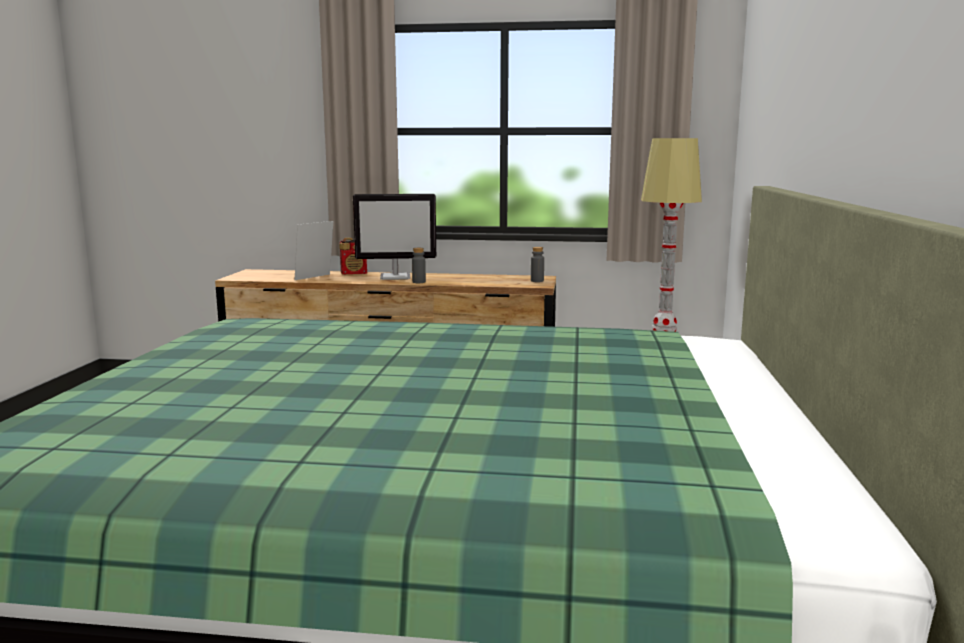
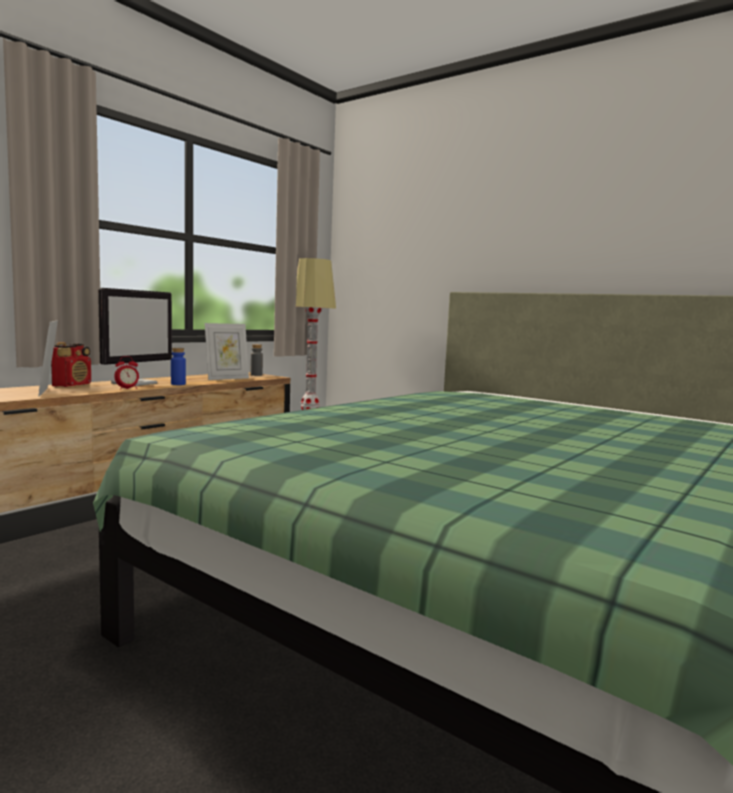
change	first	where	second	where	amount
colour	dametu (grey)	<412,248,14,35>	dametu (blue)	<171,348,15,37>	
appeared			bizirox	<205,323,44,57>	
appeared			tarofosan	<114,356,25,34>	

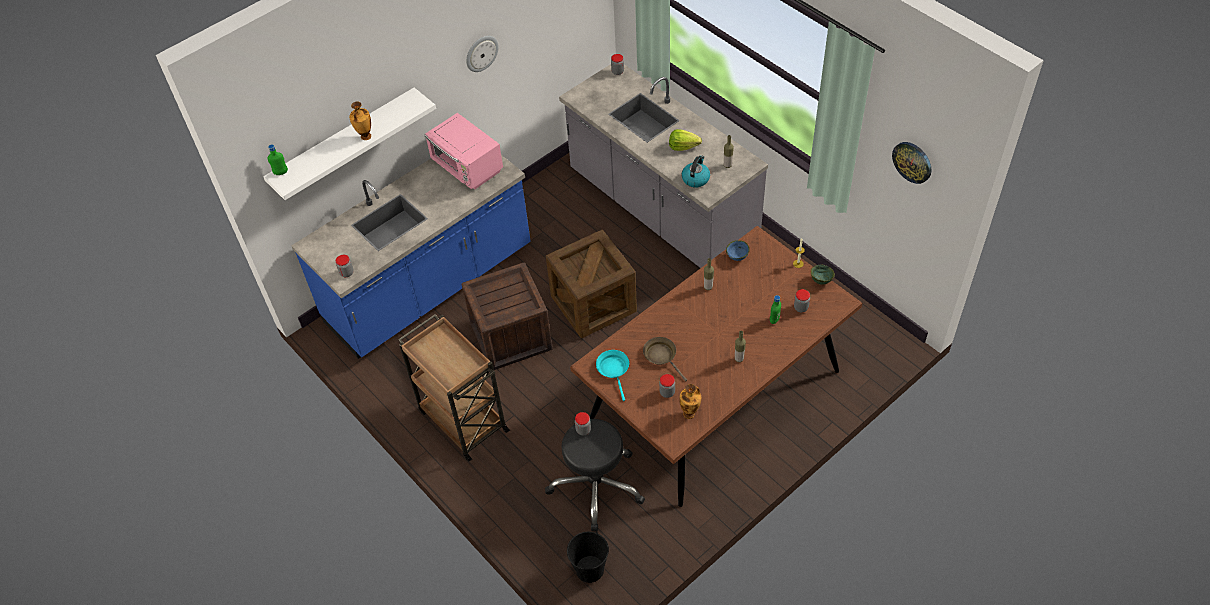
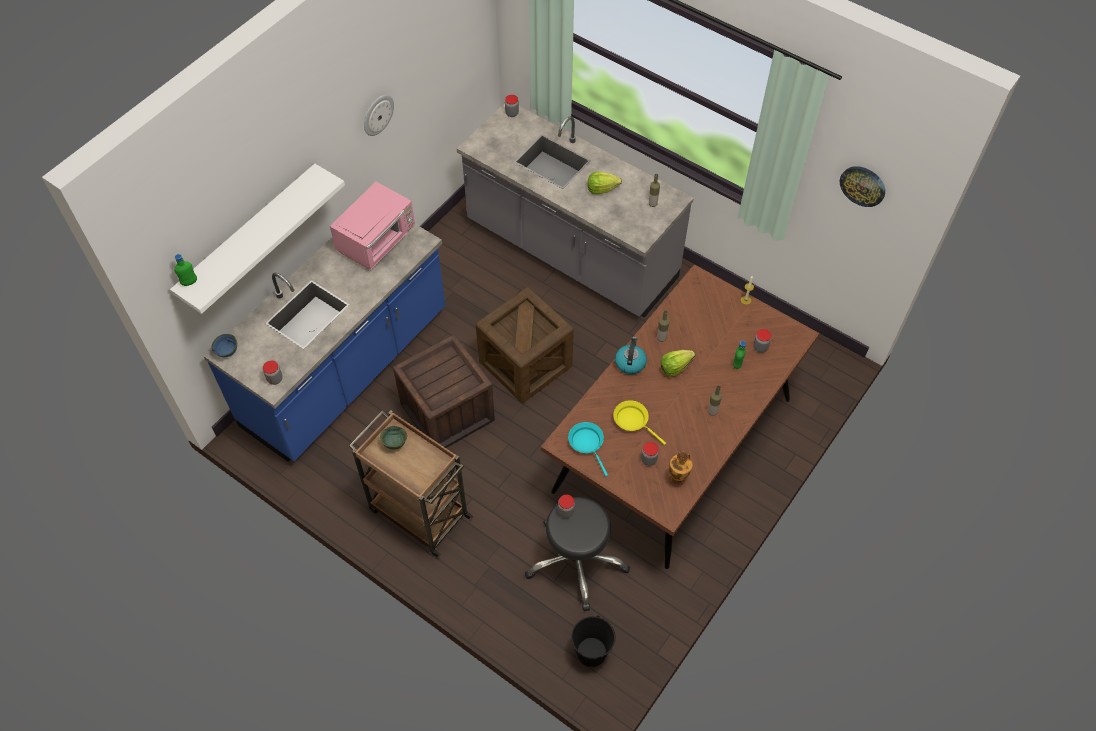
change	first	where	second	where	amount
missing	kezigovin	<349,102,22,38>			
spun	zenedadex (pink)	<424,113,79,76>		<330,182,85,88>	90 degrees counterclockwise
relocated	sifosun	<682,155,28,32>		<615,337,32,37>	
relocated	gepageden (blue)	<726,240,24,21>		<212,334,25,23>	
relocated	gepageden (green)	<811,265,24,20>		<380,426,27,24>	
colour	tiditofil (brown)	<643,337,44,44>	tiditofil (yellow)	<613,400,53,45>	
appeared			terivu	<660,350,35,27>	

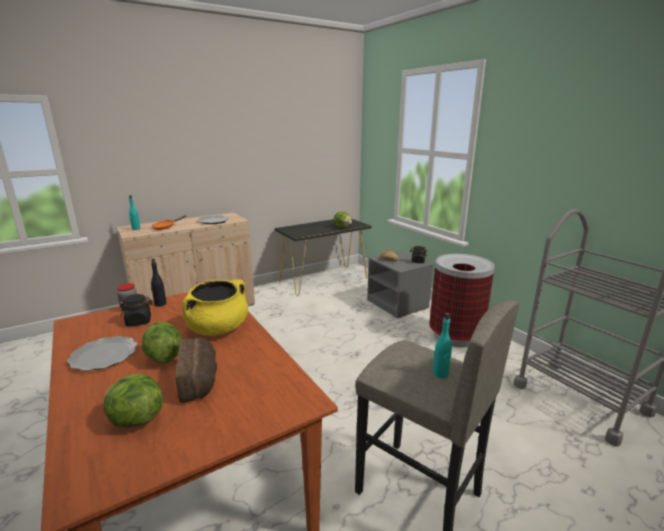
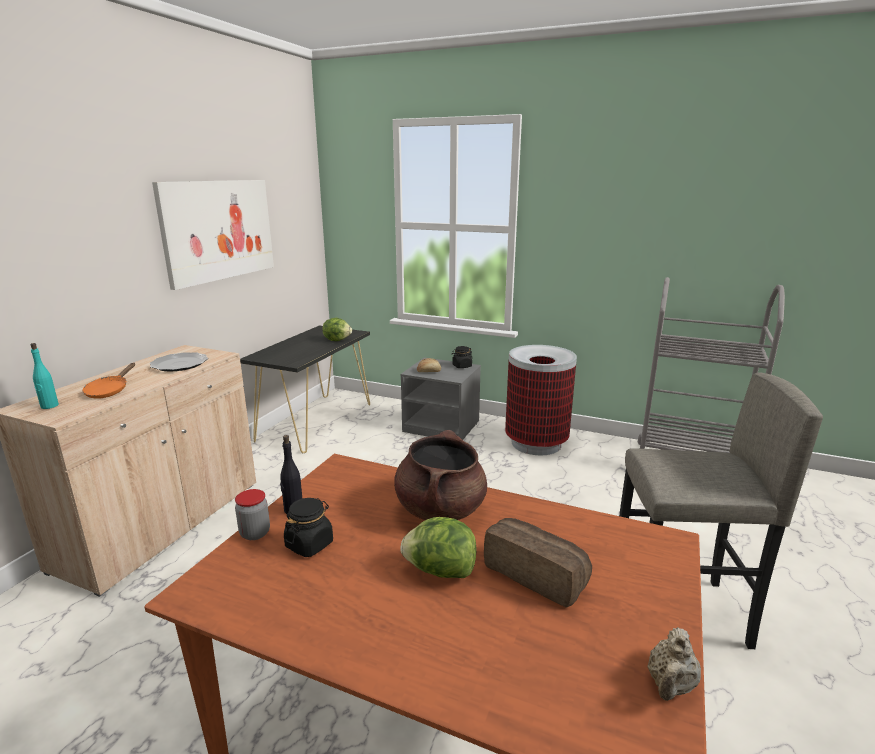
change	first	where	second	where	amount
colour	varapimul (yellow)	<182,279,66,57>	varapimul (brown)	<394,430,93,90>	
missing	dametu (turquoise)	<433,313,19,65>			
missing	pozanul	<67,336,71,35>			
missing	terivu	<104,374,59,54>			
appeared			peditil	<152,180,122,110>	
appeared			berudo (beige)	<647,627,54,74>	

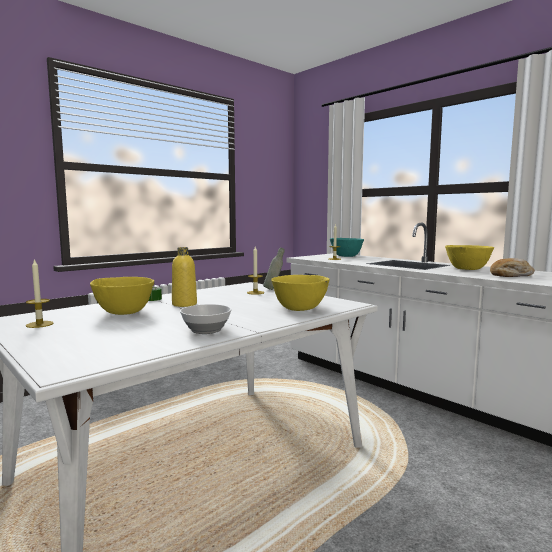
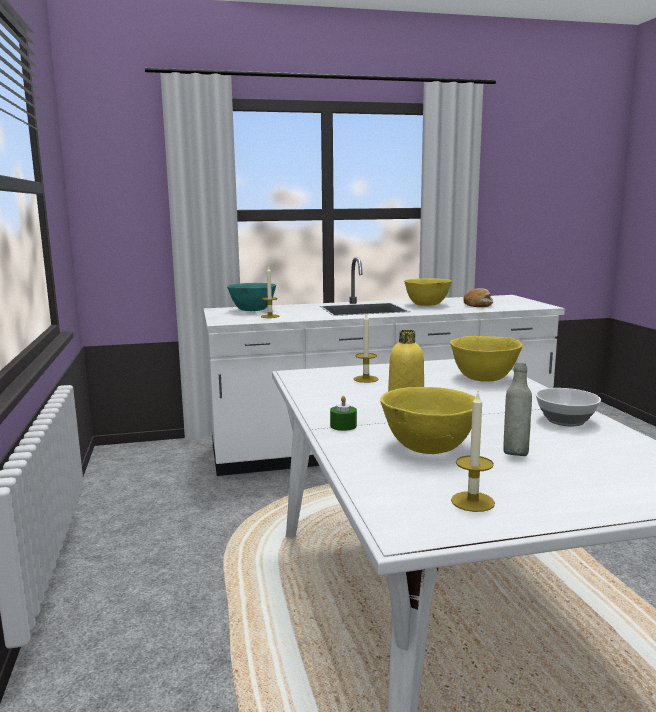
change	first	where	second	where	amount
relocated	dametu (grey)	<263,247,21,43>		<503,363,29,93>	

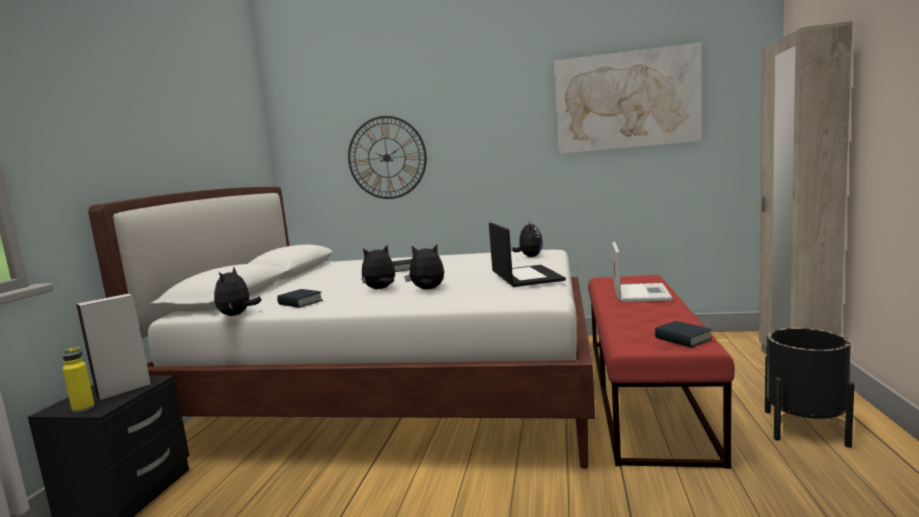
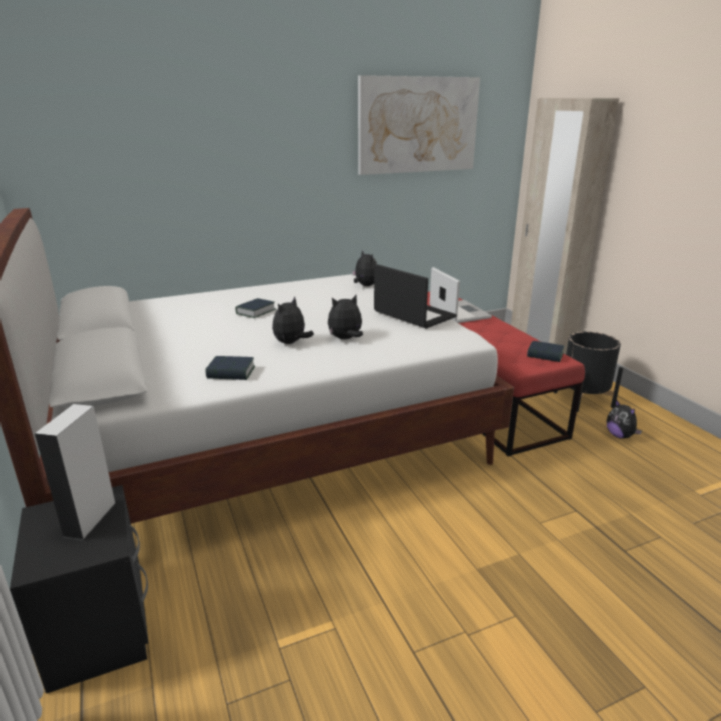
change	first	where	second	where	amount
missing	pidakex	<348,116,79,83>			
relocated	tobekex	<214,267,47,49>		<607,400,35,39>	
missing	dametu (yellow)	<63,346,32,67>			

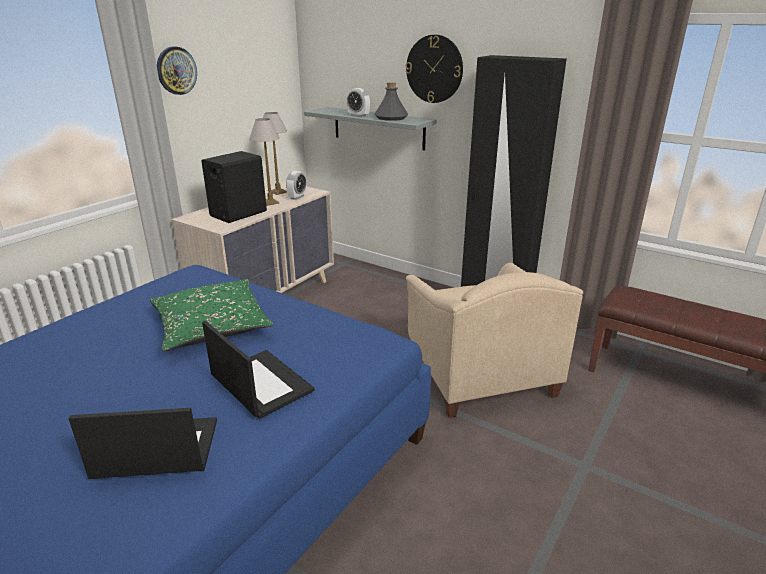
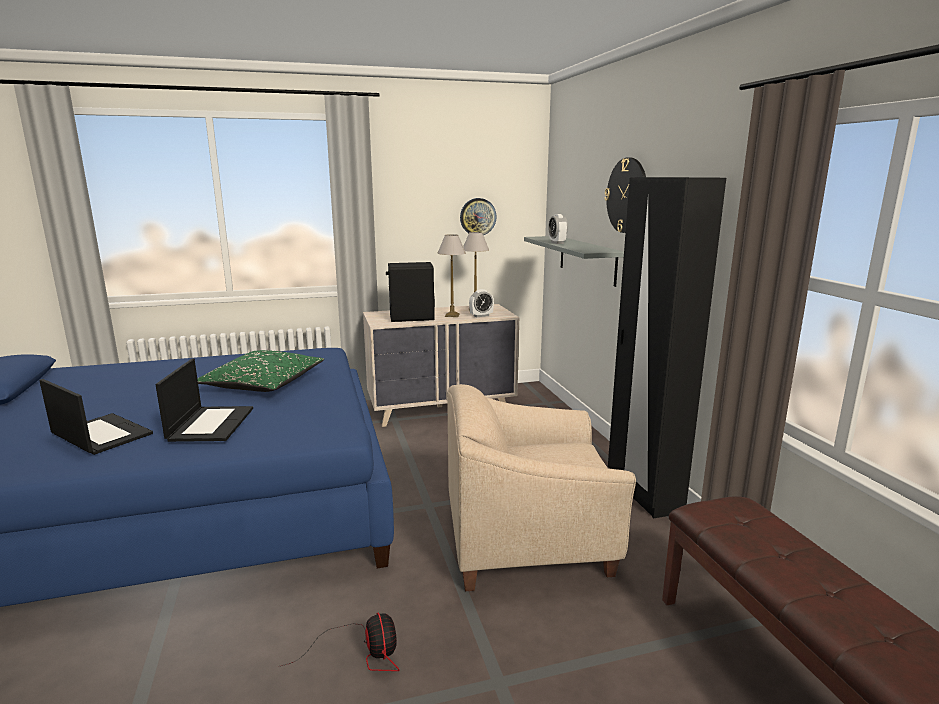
change	first	where	second	where	amount
relocated	pidakex	<157,46,40,49>		<460,198,36,37>	
missing	dametu (grey)	<374,82,35,39>			
spun	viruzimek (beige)	<406,263,177,155>		<447,384,189,207>	60 degrees clockwise
appeared			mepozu	<278,612,121,59>	

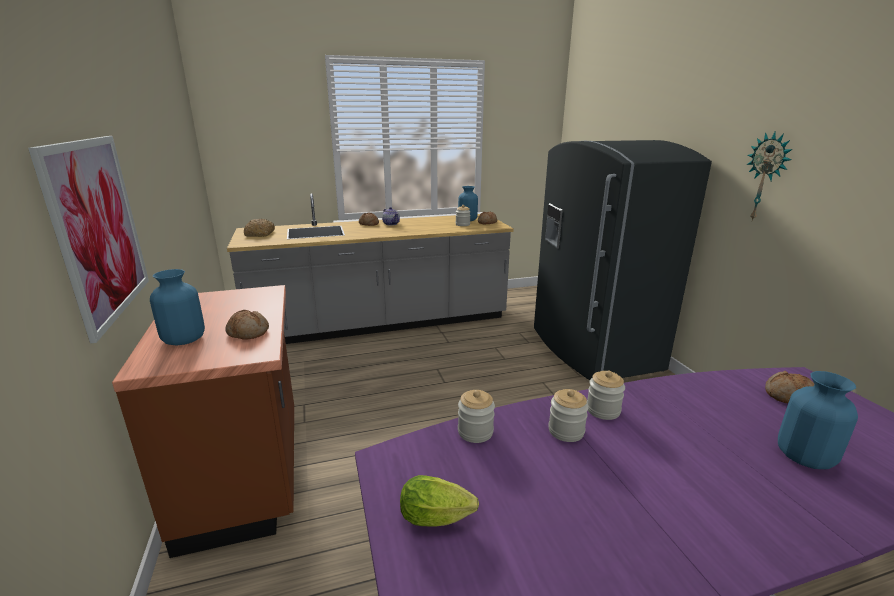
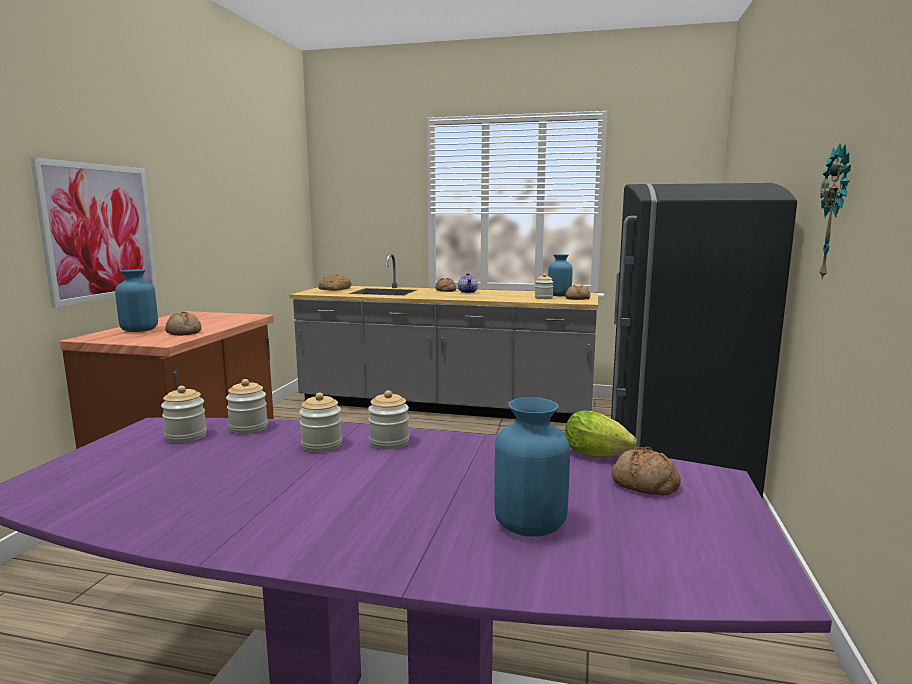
change	first	where	second	where	amount
relocated	terivu	<400,475,79,52>		<564,411,73,46>	
appeared			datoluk	<161,386,46,57>	

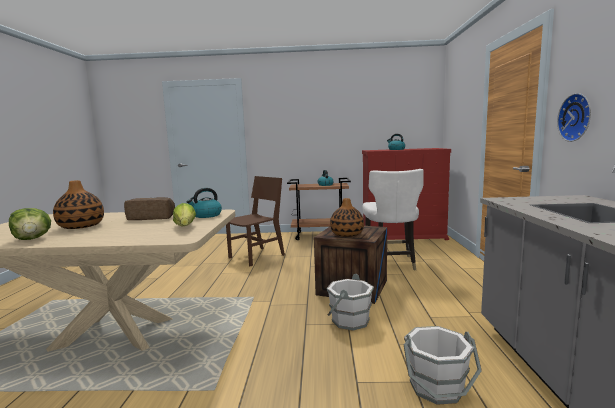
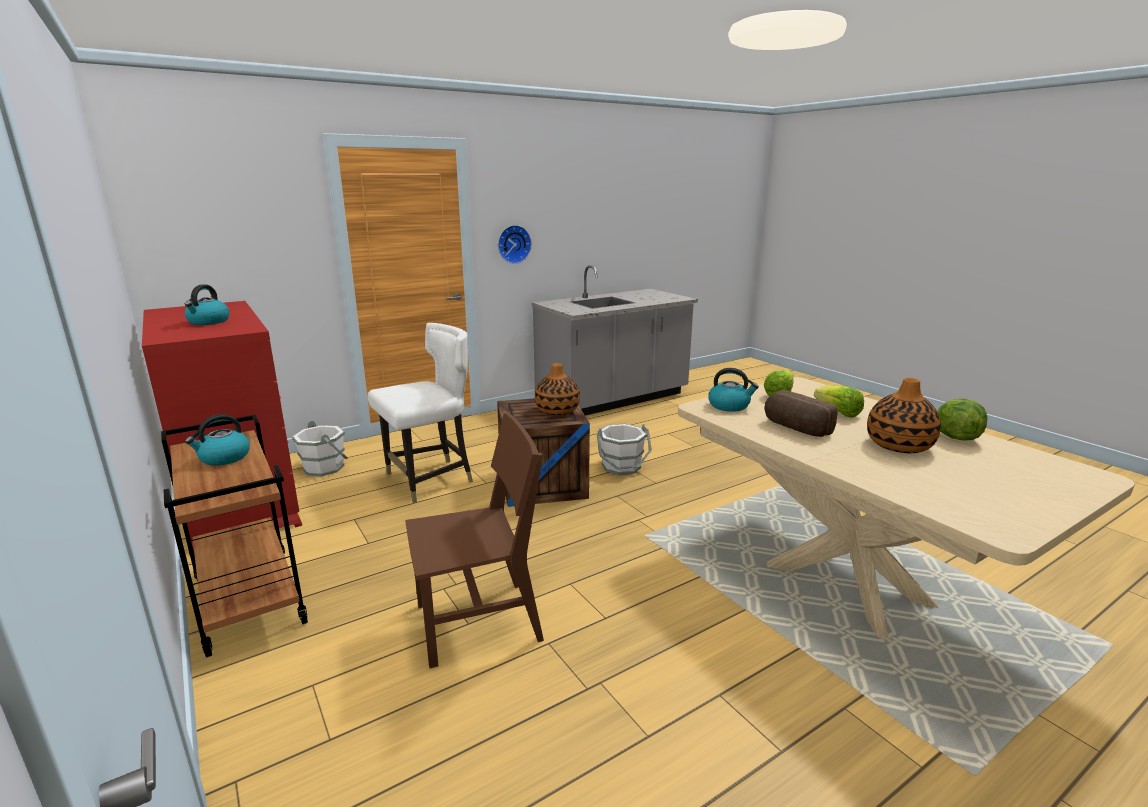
change	first	where	second	where	amount
spun	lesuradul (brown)	<226,176,59,90>		<405,413,139,255>	150 degrees clockwise
relocated	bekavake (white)	<404,326,78,79>		<292,421,56,55>	
appeared			terivu	<814,385,50,33>	

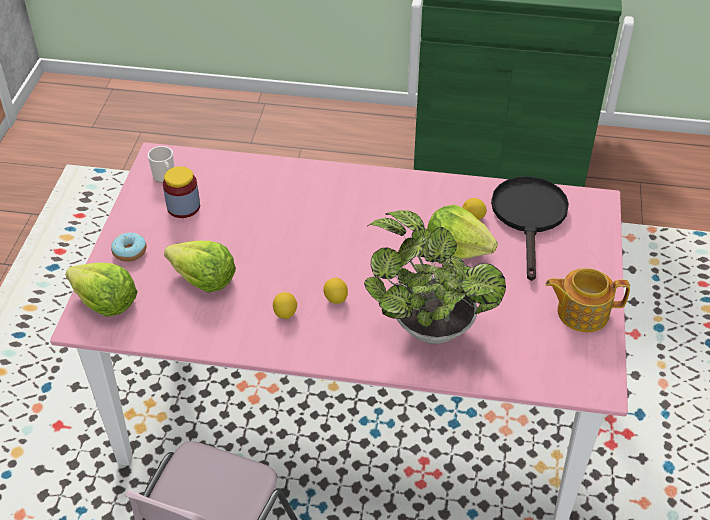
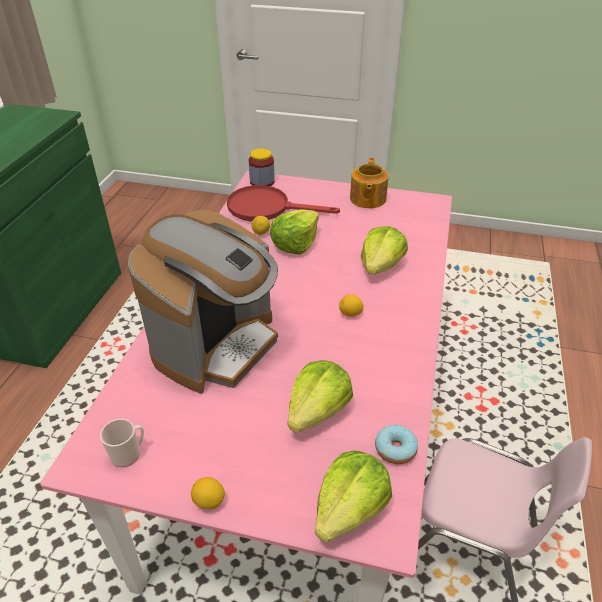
change	first	where	second	where	amount
relocated	datoluk	<163,166,37,52>		<249,148,26,38>	
colour	tiditofil (black)	<491,176,78,105>	tiditofil (red)	<227,185,113,36>	
exchanged	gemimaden	<364,210,142,134>	terivu	<361,226,47,49>	
relocated	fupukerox	<111,233,35,29>		<375,425,43,39>	
relocated	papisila	<273,292,24,27>		<191,477,34,32>	
appeared			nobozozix	<128,210,150,184>	

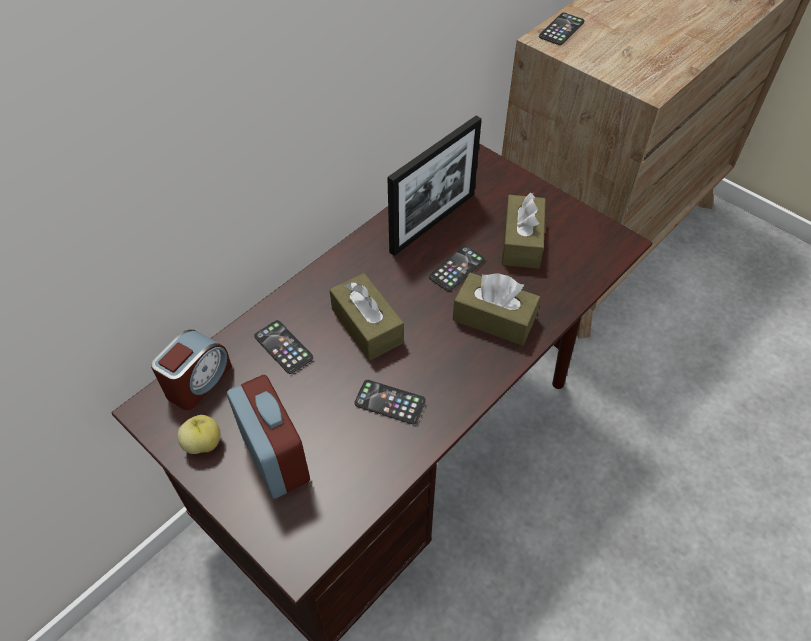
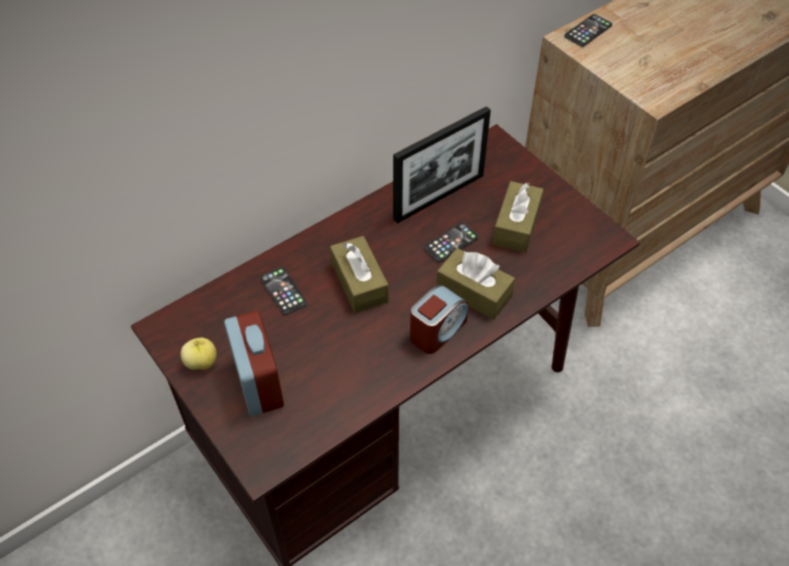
change	first	where	second	where	amount
relocated	tarofosan	<151,330,81,80>		<410,285,58,69>	
missing	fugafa	<354,380,72,44>			

